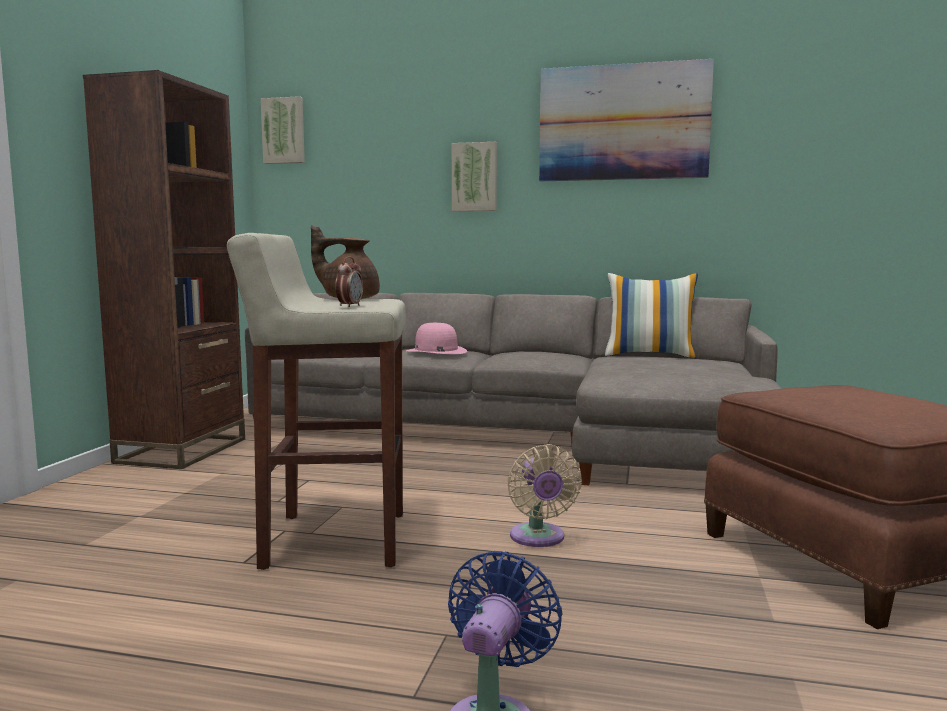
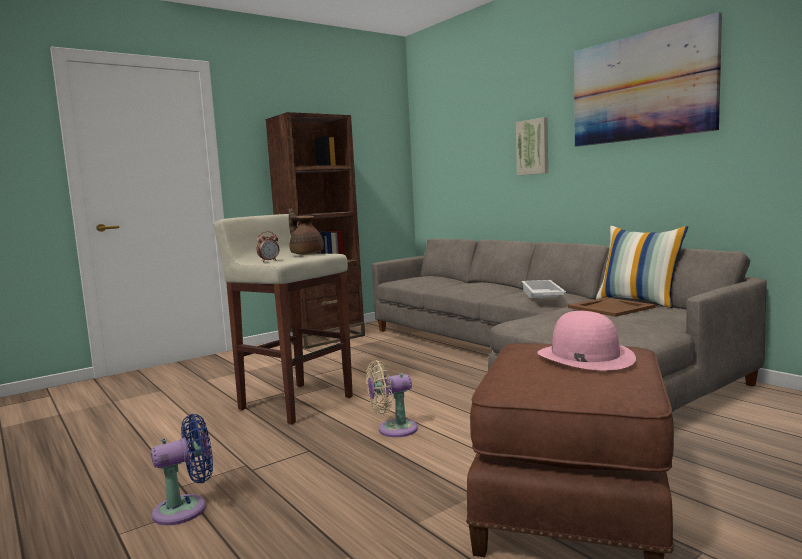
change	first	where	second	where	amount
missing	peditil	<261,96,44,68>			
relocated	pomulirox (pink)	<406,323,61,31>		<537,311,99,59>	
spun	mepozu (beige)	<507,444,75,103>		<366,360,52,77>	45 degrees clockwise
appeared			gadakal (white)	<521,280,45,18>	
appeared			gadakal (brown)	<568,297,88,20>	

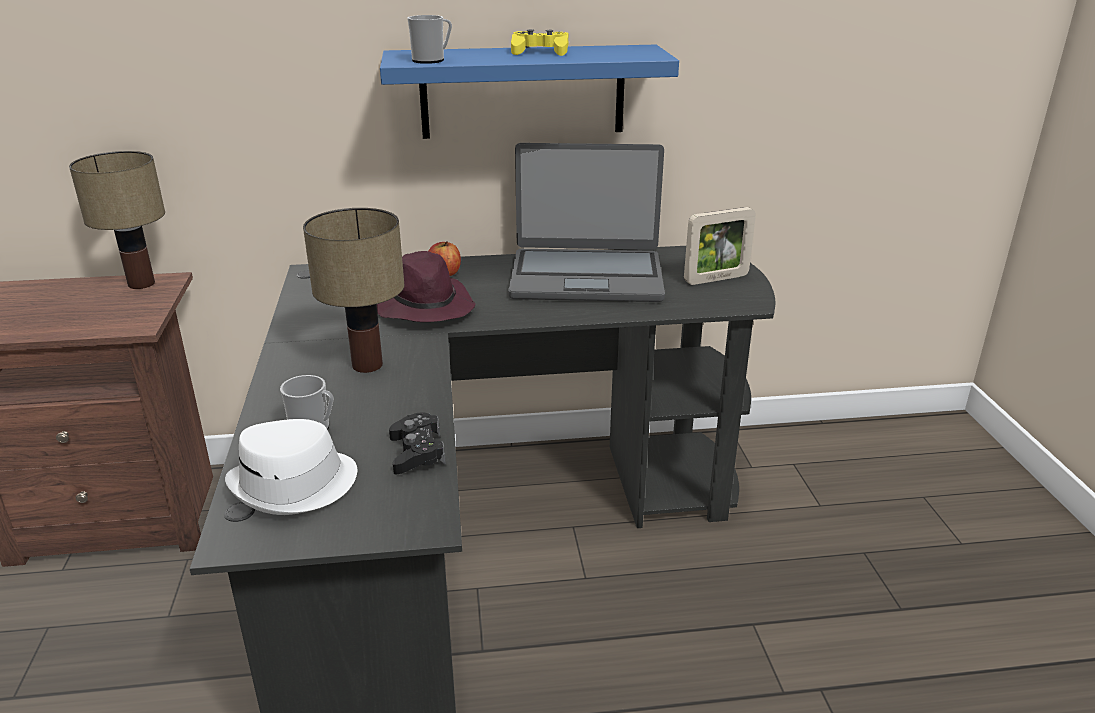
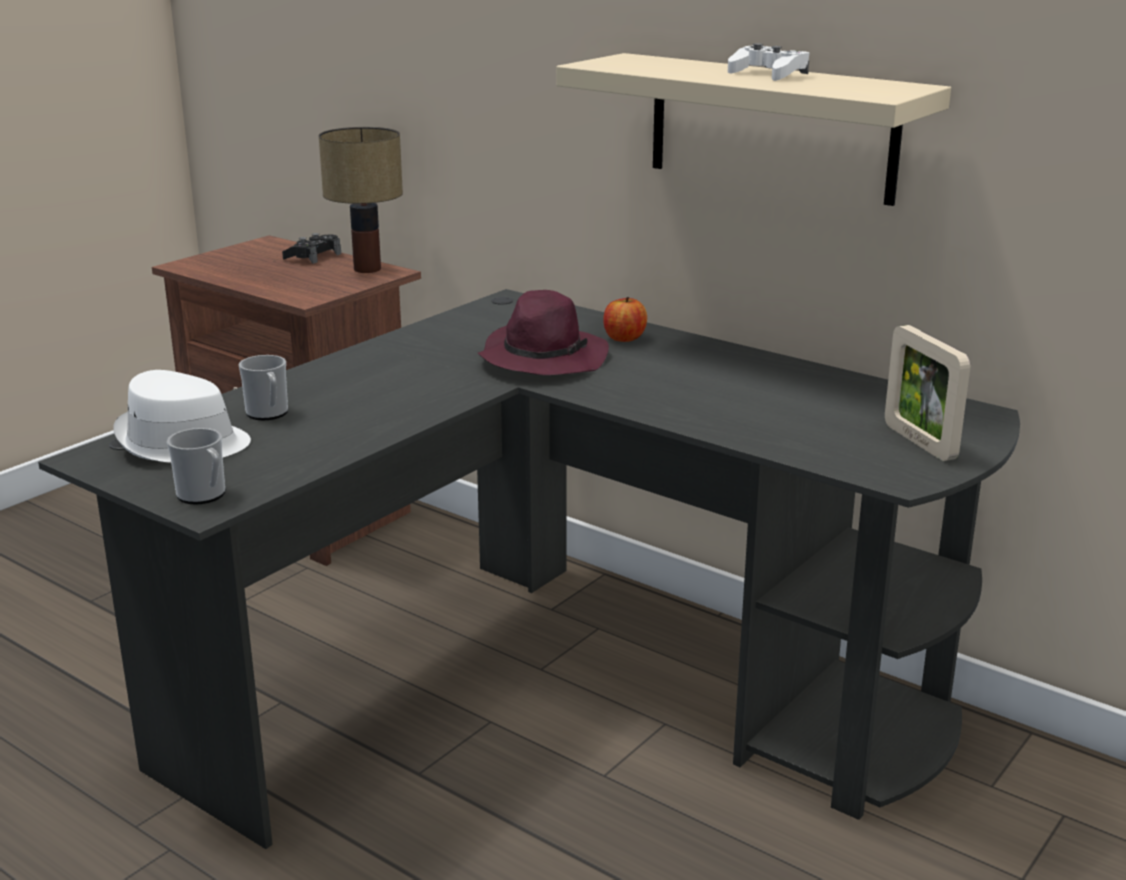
change	first	where	second	where	amount
relocated	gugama	<407,15,45,49>		<167,428,58,76>	
colour	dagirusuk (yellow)	<511,29,58,27>	dagirusuk (white)	<728,43,82,38>	
colour	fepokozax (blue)	<380,45,299,94>	fepokozax (beige)	<556,53,395,153>	
missing	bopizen	<508,143,157,159>			
spun	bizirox	<684,207,72,78>		<885,325,85,136>	45 degrees clockwise
missing	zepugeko	<303,208,102,165>			
relocated	dagirusuk (black)	<389,412,57,63>		<282,233,59,31>	

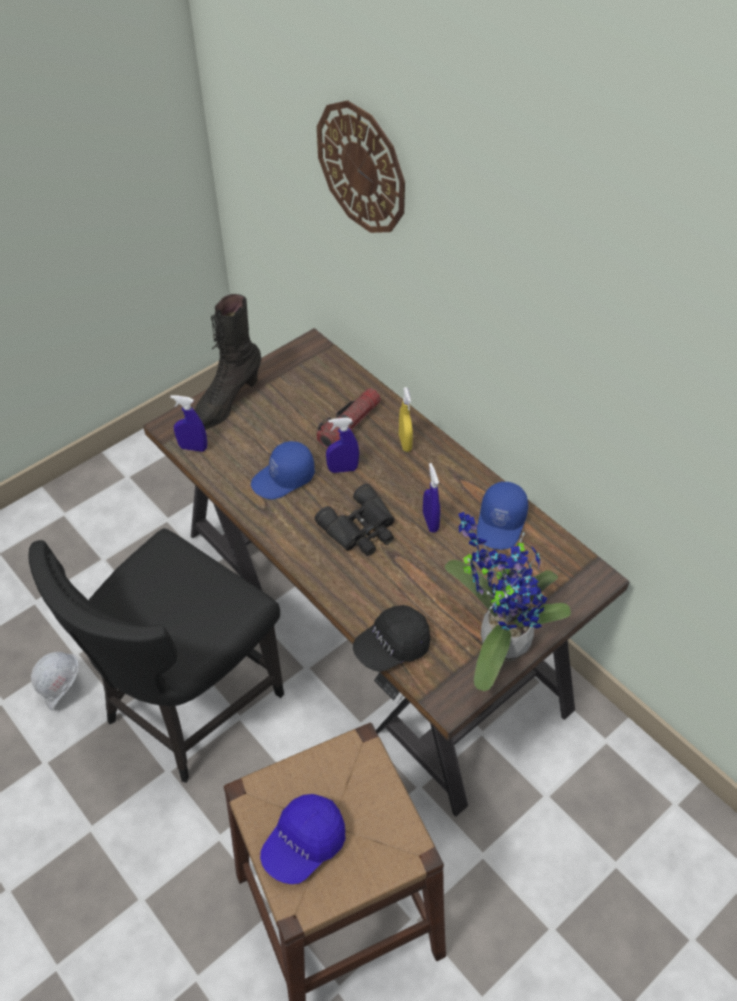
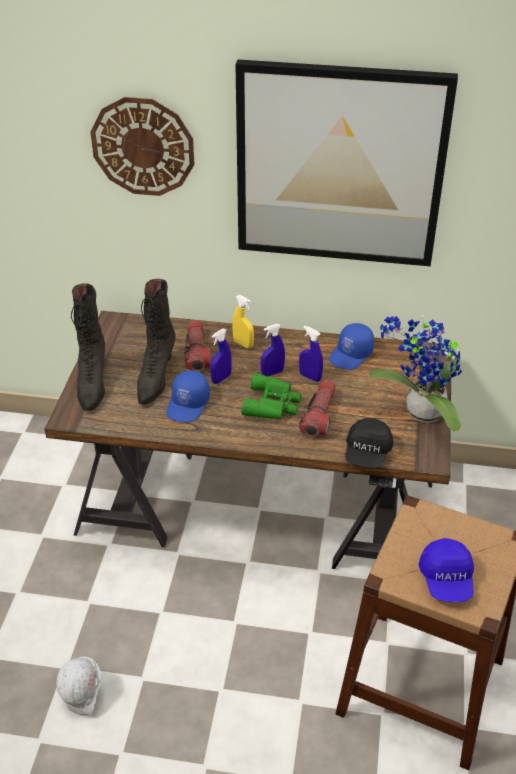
change	first	where	second	where	amount
relocated	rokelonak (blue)	<170,395,37,57>		<261,324,24,52>	
spun	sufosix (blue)	<477,481,51,69>		<329,323,45,47>	60 degrees clockwise
colour	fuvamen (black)	<315,484,80,72>	fuvamen (green)	<242,373,59,46>	
missing	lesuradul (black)	<28,528,256,255>			
appeared			peditil	<235,59,223,207>	
appeared			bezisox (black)	<137,279,39,126>	
appeared			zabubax	<299,380,37,57>	

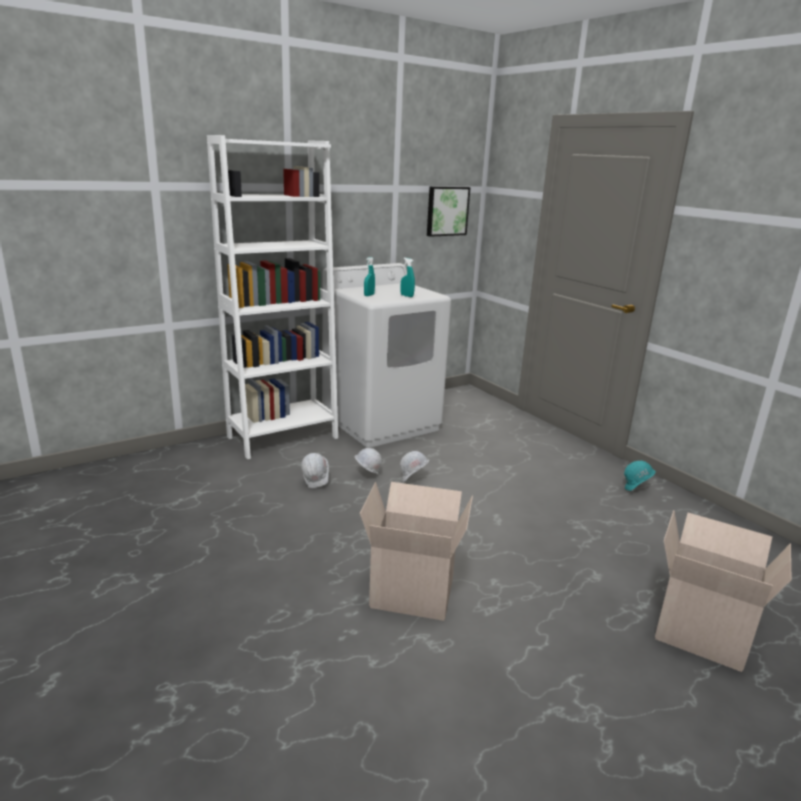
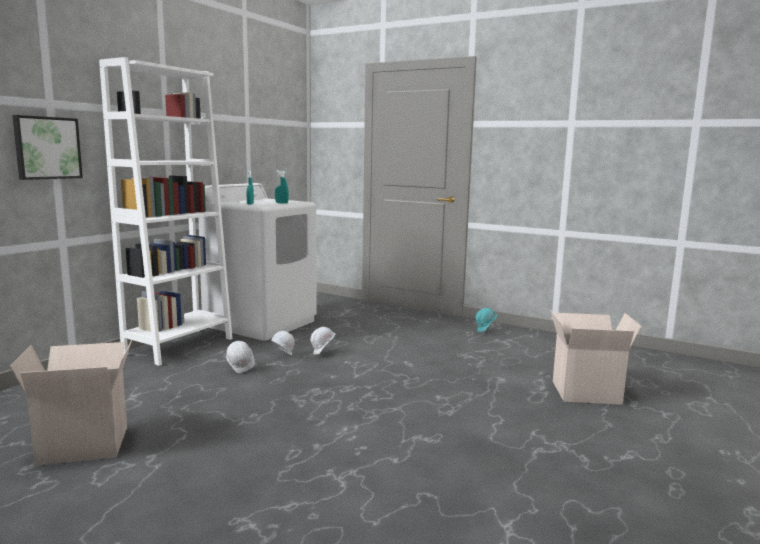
change	first	where	second	where	amount
relocated	peditil	<427,186,43,51>		<12,115,71,65>	
relocated	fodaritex	<360,482,113,139>		<10,340,122,126>	

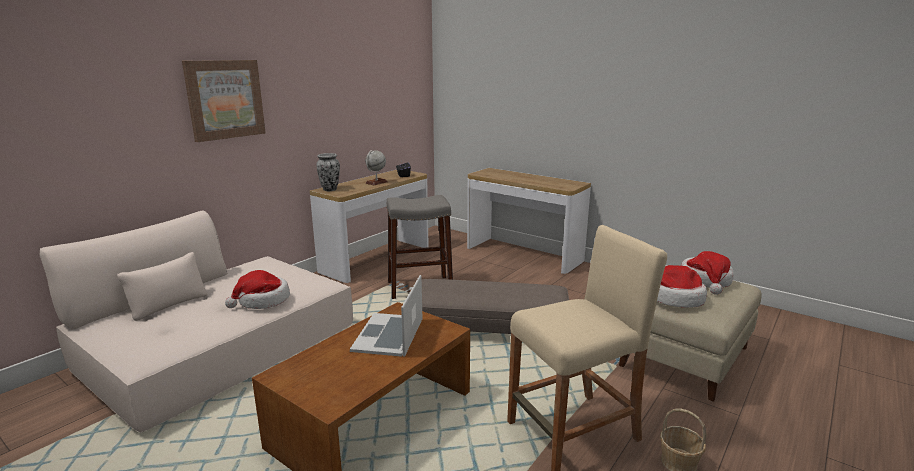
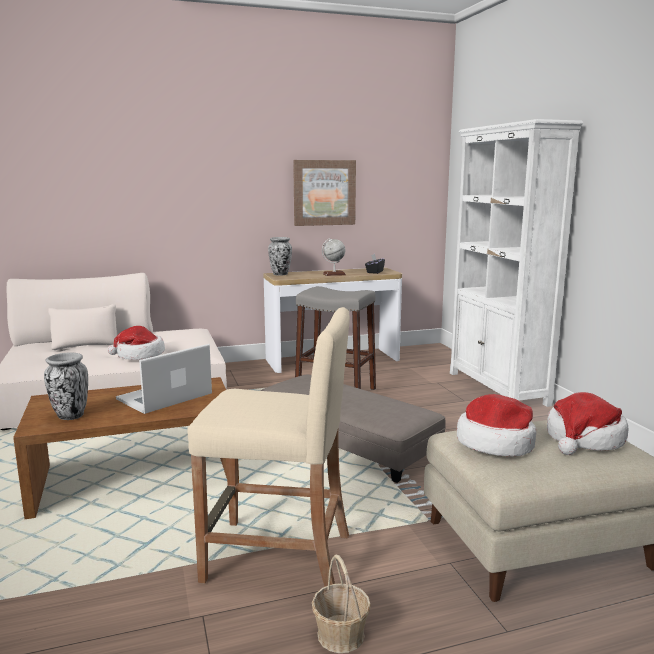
change	first	where	second	where	amount
relocated	peditil	<182,60,84,82>		<293,160,63,66>	
exchanged	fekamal	<467,168,124,106>	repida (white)	<450,119,133,288>	
appeared			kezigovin	<44,353,44,67>	

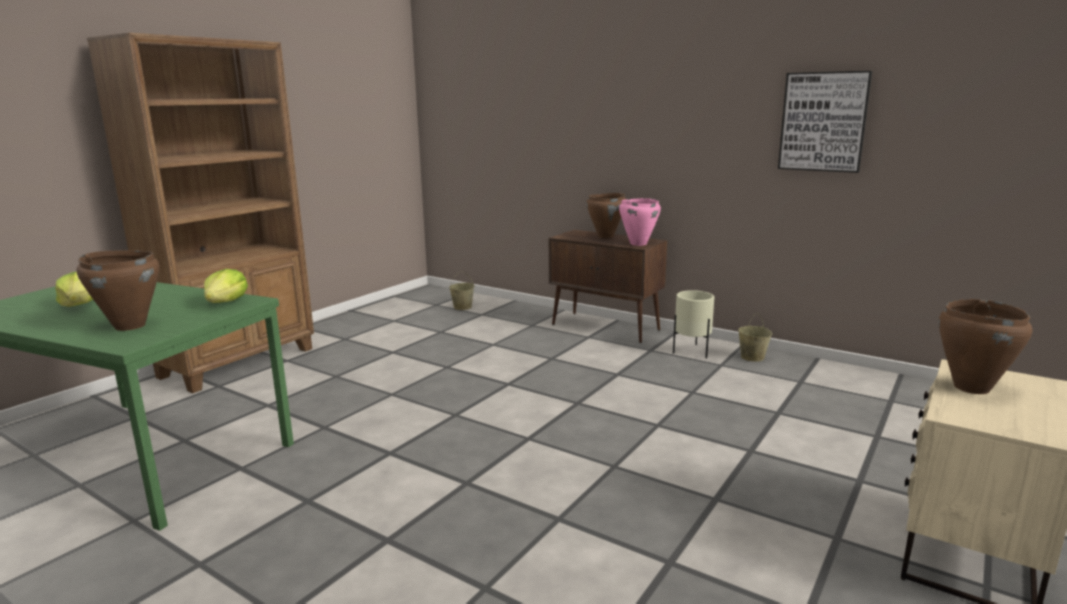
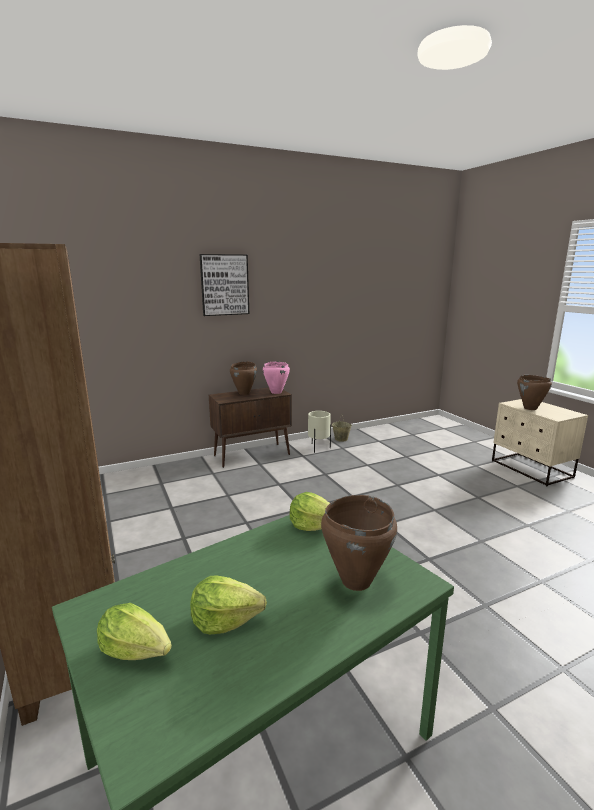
change	first	where	second	where	amount
relocated	peditil	<778,71,94,102>		<199,254,50,62>	
missing	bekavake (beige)	<449,271,25,39>			
appeared			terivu	<97,603,75,57>	

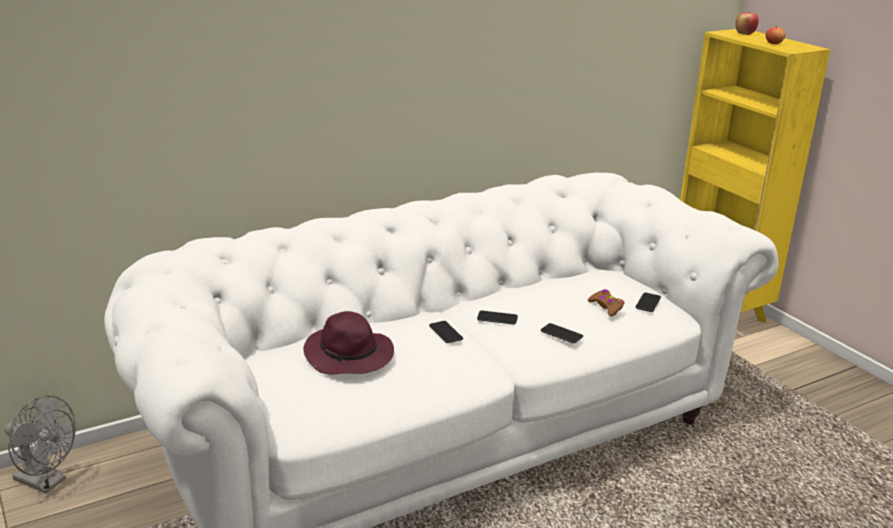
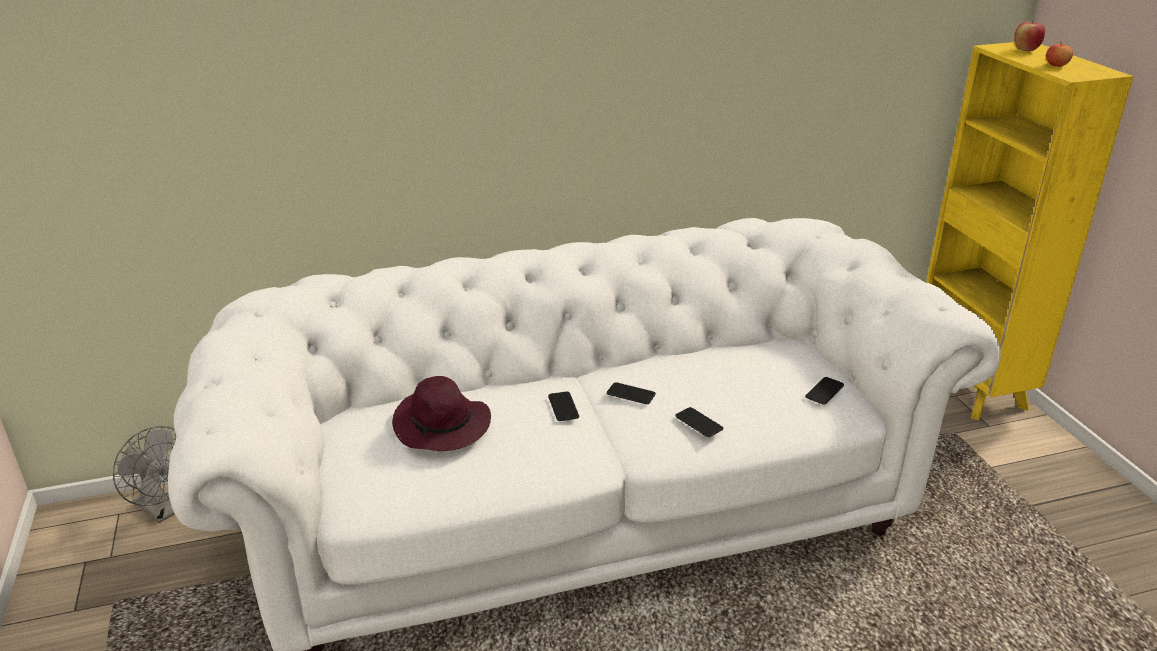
change	first	where	second	where	amount
missing	dagirusuk (brown)	<588,289,36,27>			

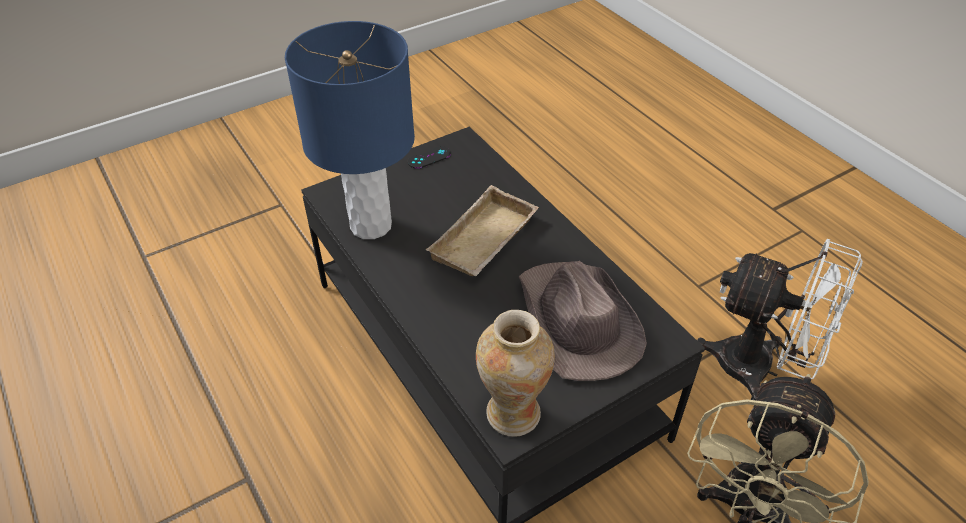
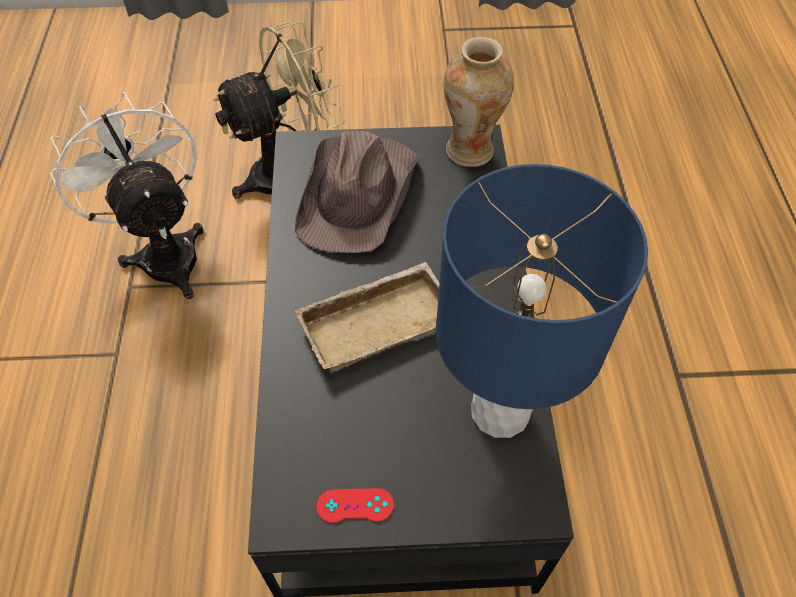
change	first	where	second	where	amount
colour	dagirusuk (black)	<408,146,43,22>	dagirusuk (red)	<316,488,78,35>	

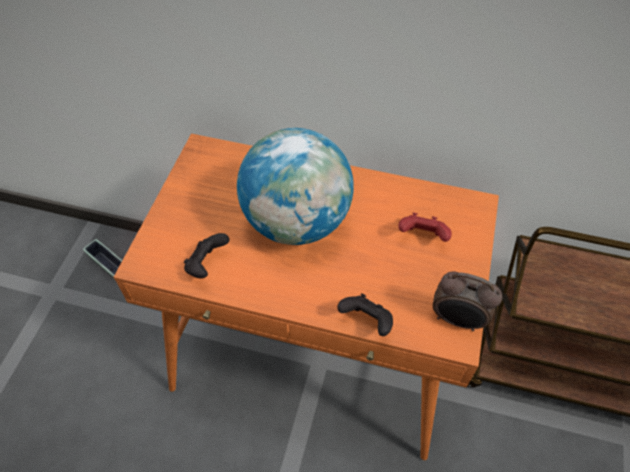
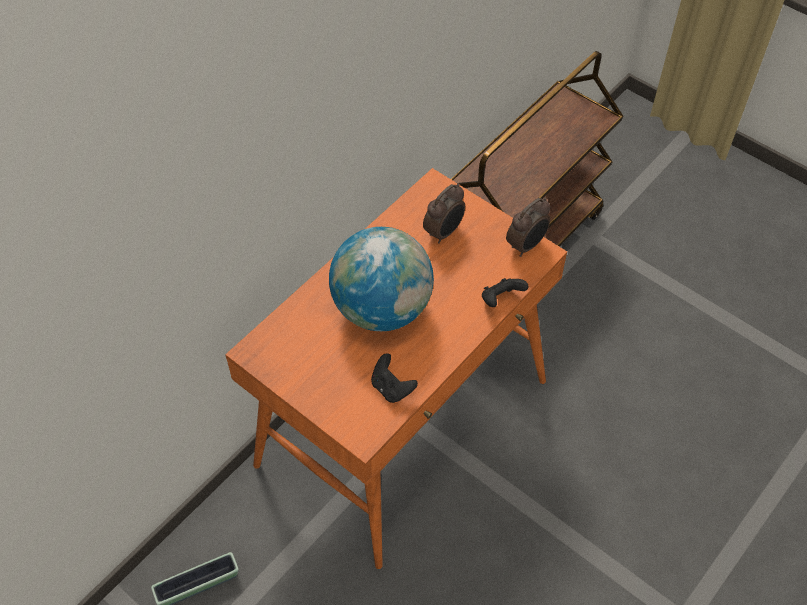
change	first	where	second	where	amount
exchanged	dagirusuk (red)	<398,212,54,30>	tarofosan	<423,184,42,60>	

